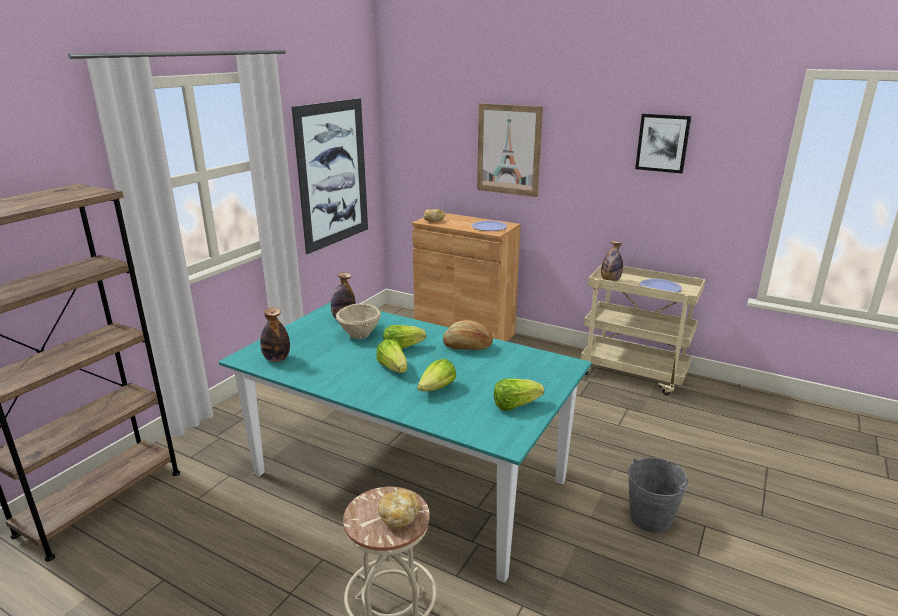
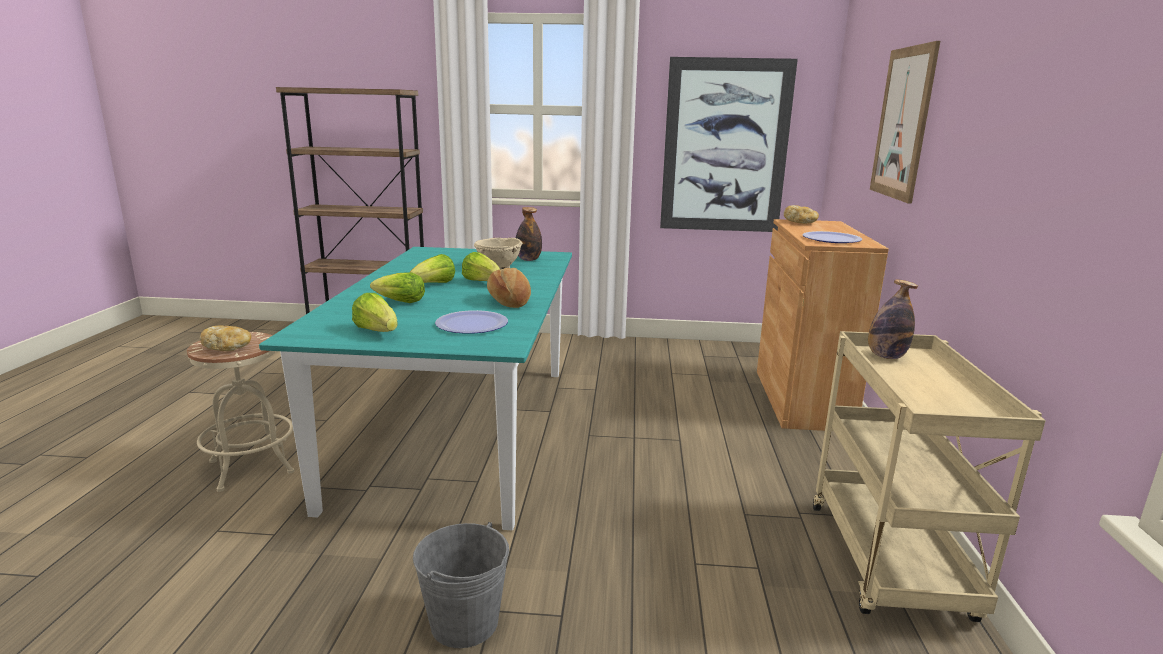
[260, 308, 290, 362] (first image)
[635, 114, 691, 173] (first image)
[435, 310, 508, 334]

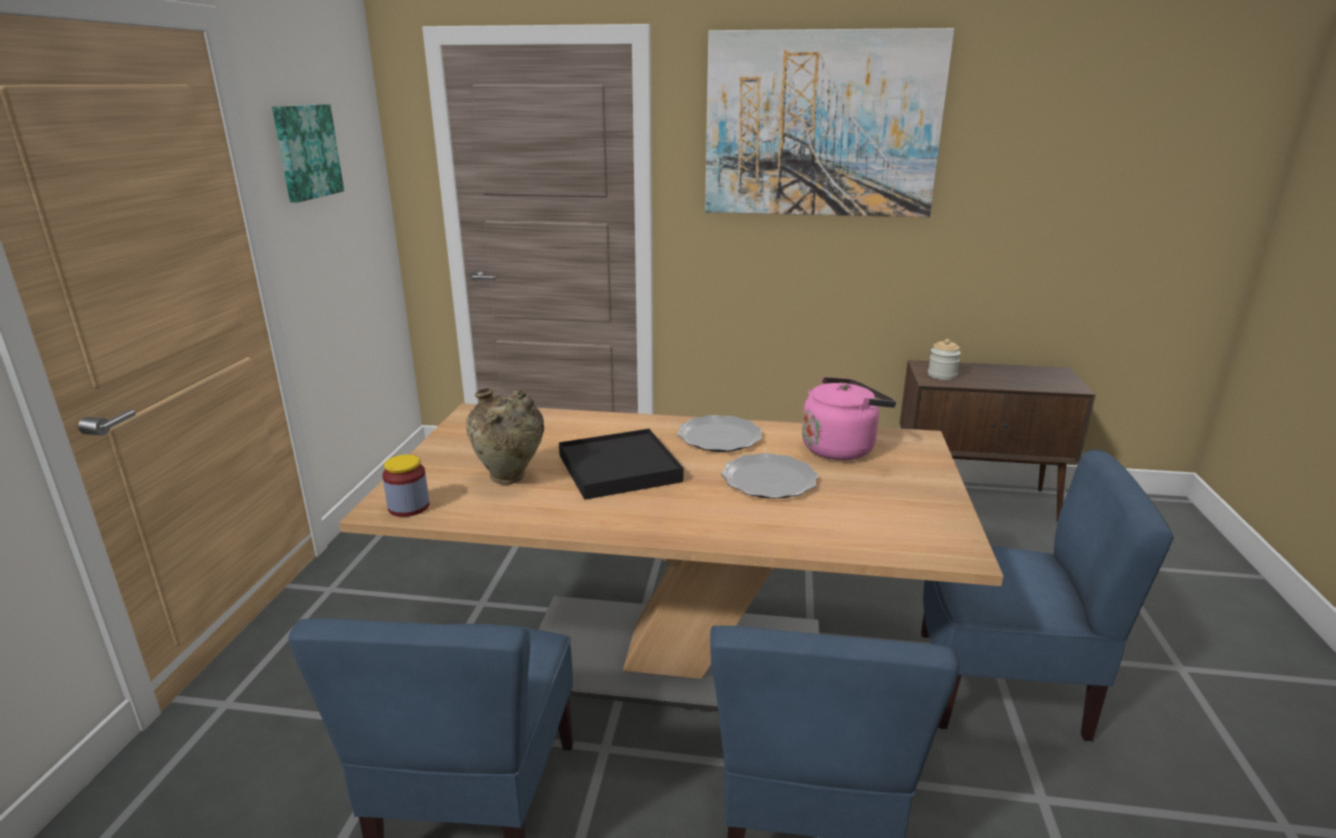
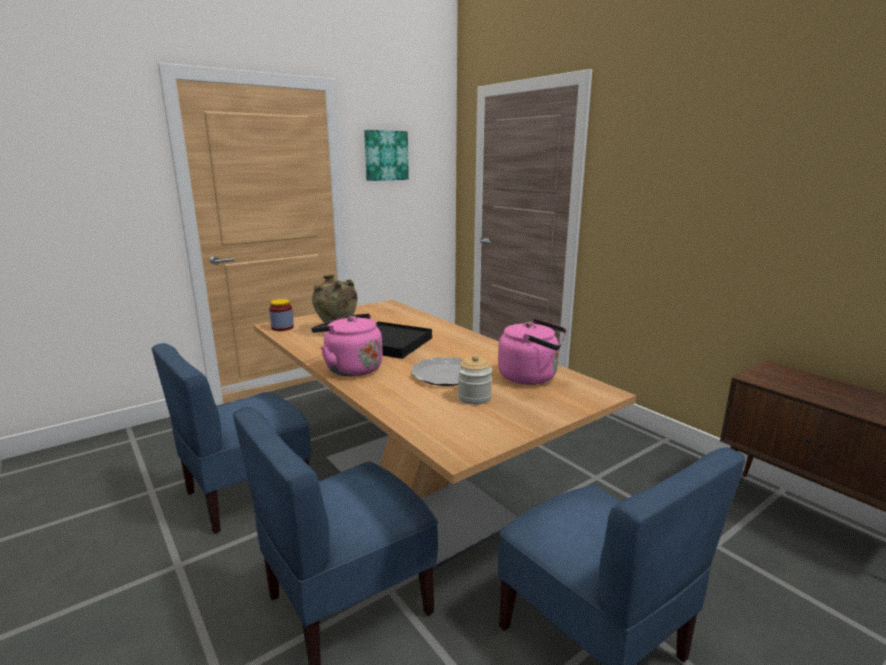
[677, 415, 762, 452] (first image)
[705, 28, 955, 217] (first image)
[311, 314, 383, 377]
[458, 355, 492, 405]

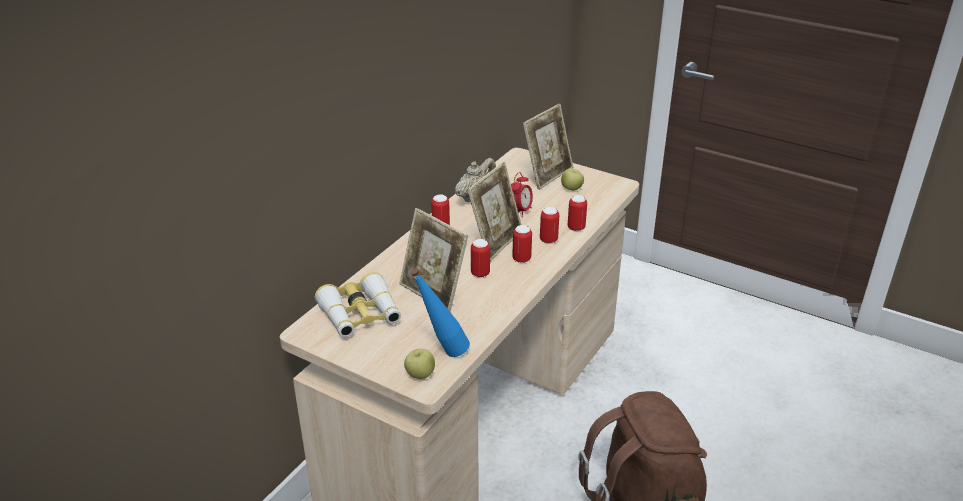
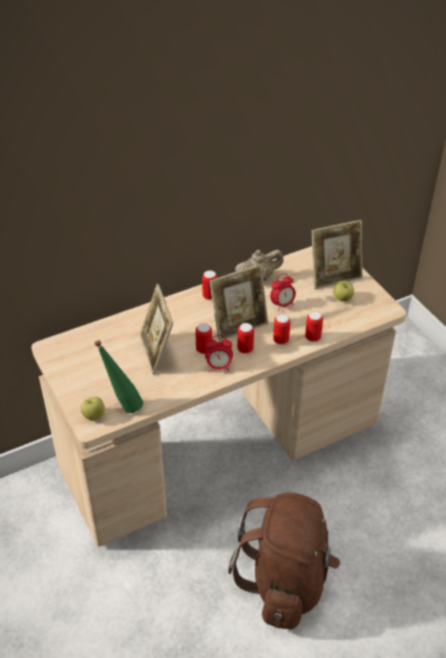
[315, 272, 401, 337] (first image)
[205, 335, 233, 372]
[94, 340, 143, 413]

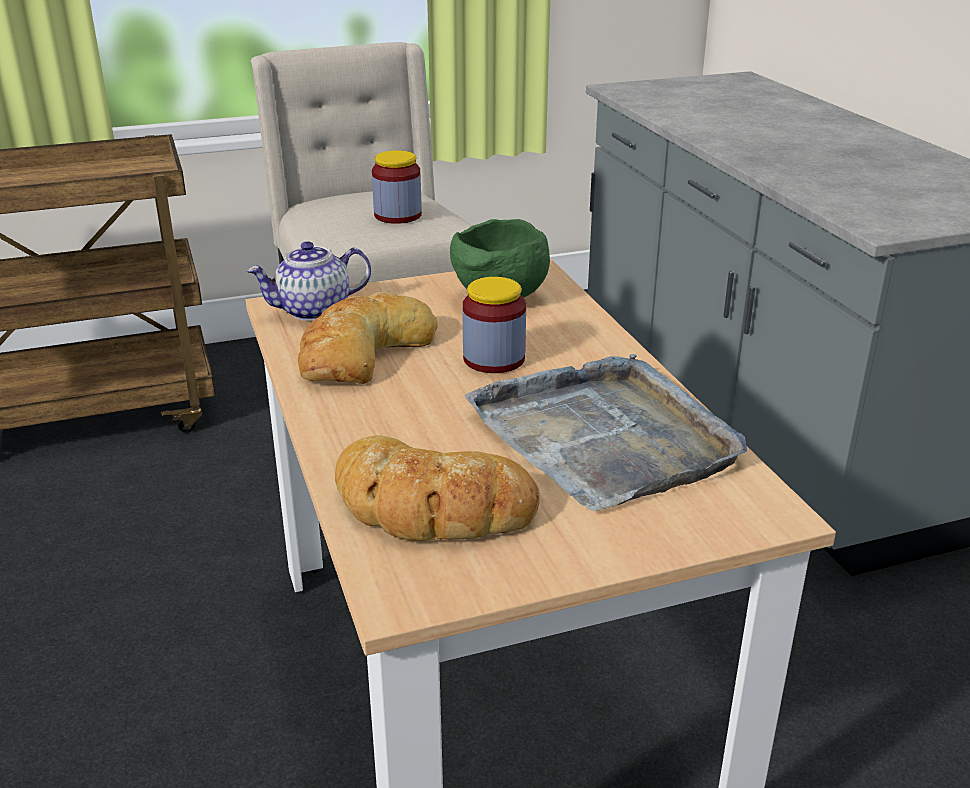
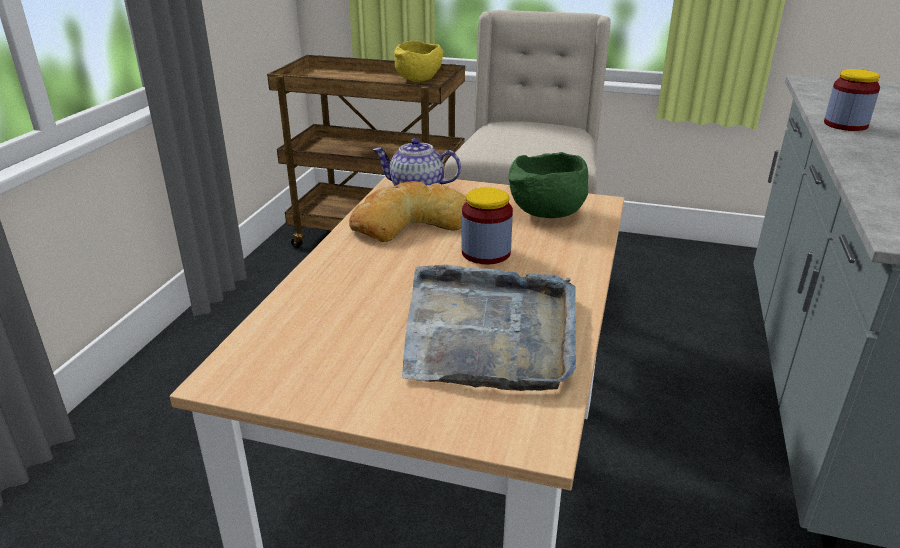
[335, 435, 540, 541] (first image)
[394, 41, 443, 82]
[824, 69, 880, 131]

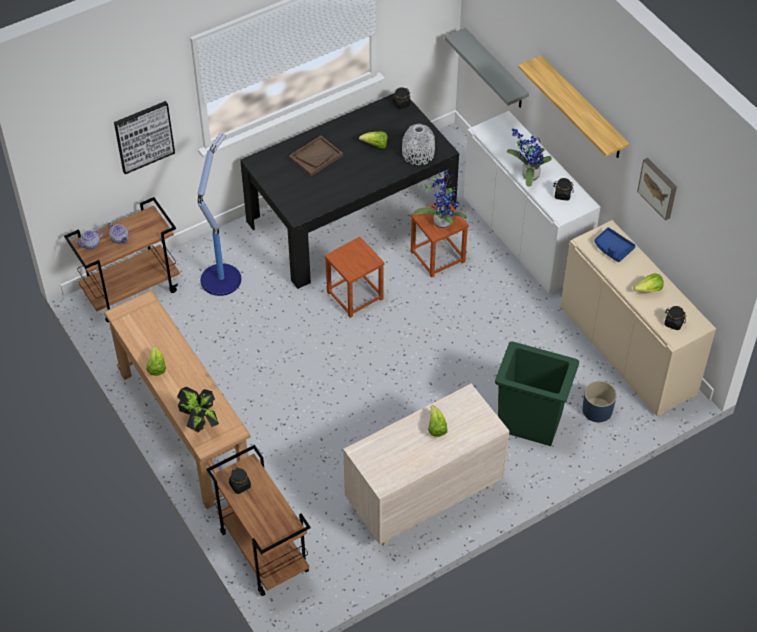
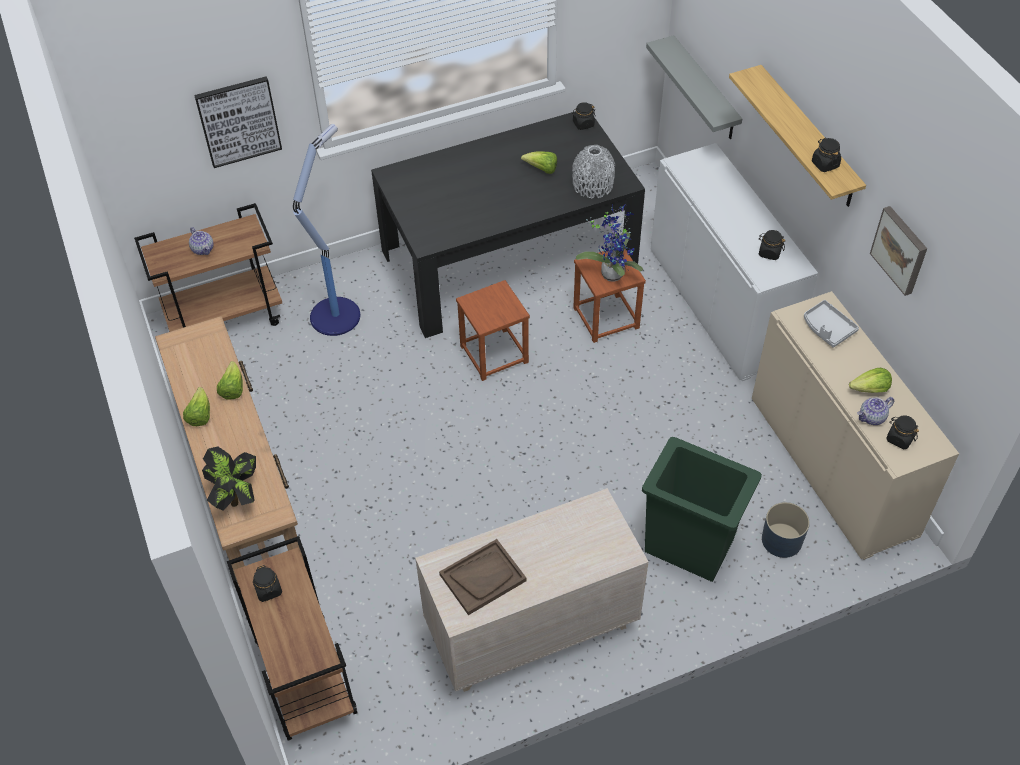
[506, 128, 552, 187] (first image)
[812, 138, 841, 172]
[857, 397, 894, 425]
[439, 539, 527, 615]
[217, 361, 243, 400]
[804, 300, 859, 348]

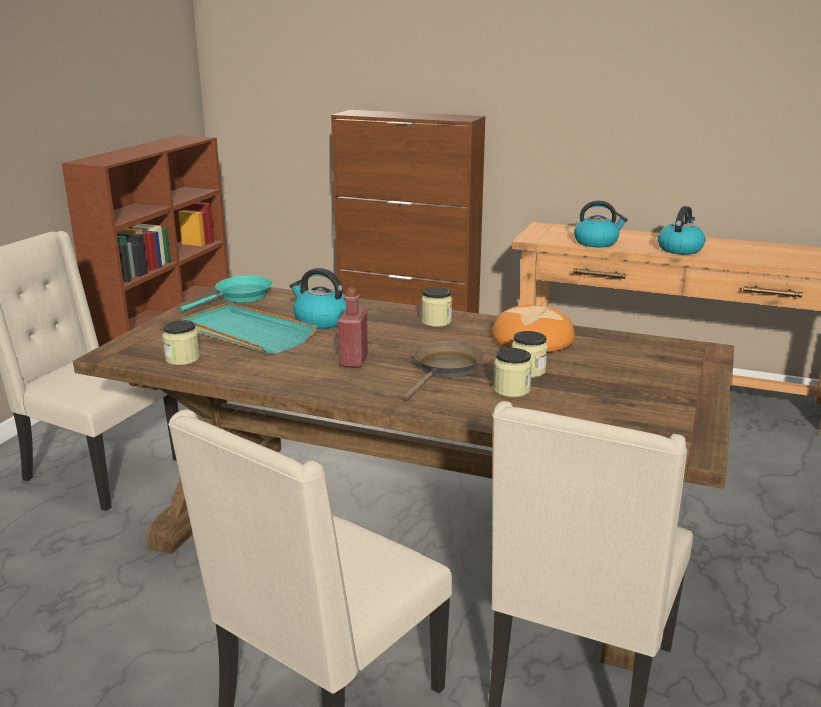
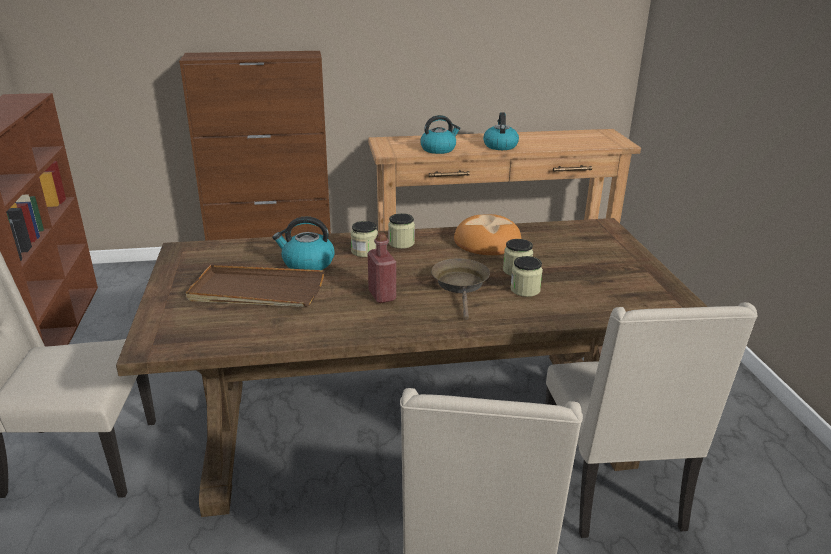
[180, 276, 273, 311] (first image)
[351, 221, 378, 257]
[186, 265, 324, 307]

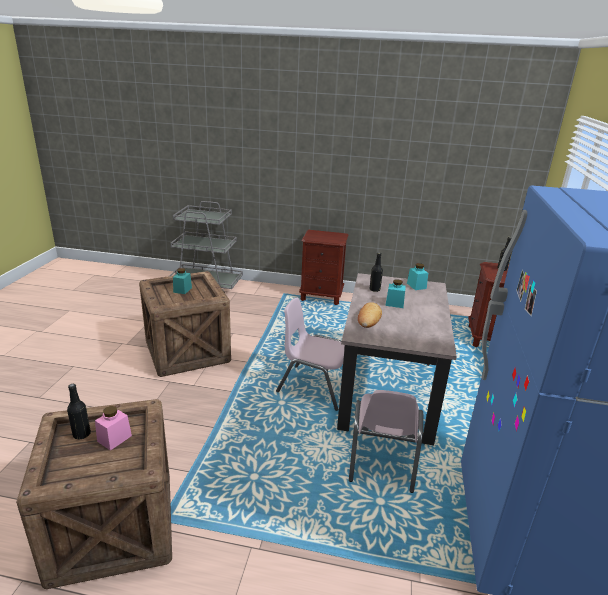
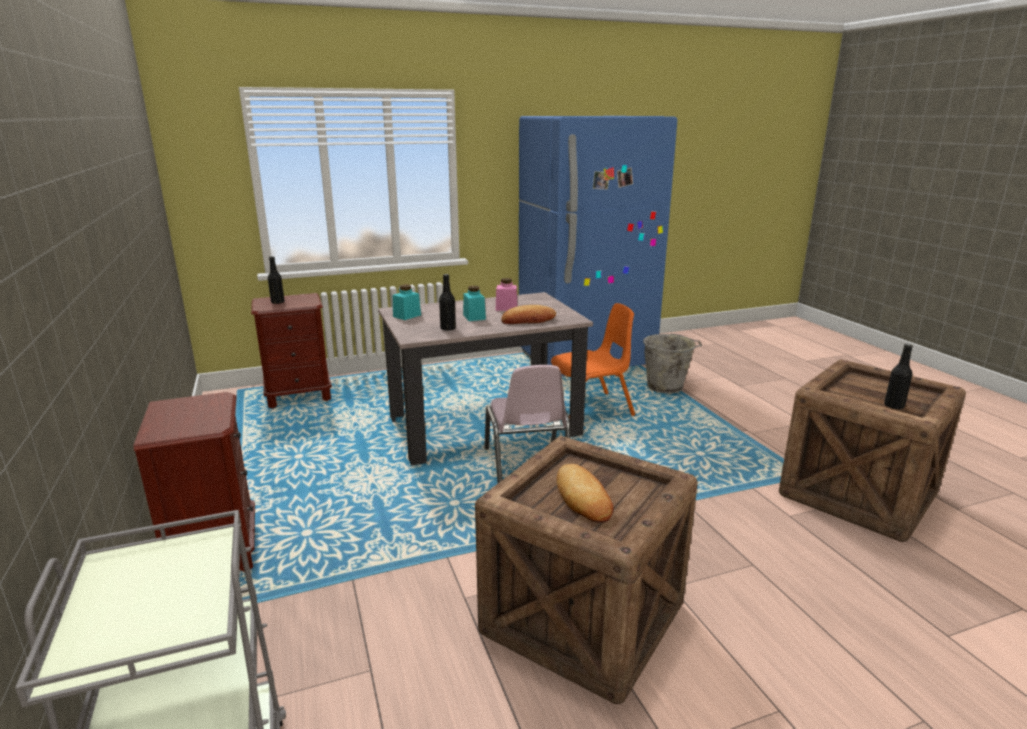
[643, 334, 702, 394]
[496, 278, 517, 311]
[557, 464, 614, 523]
[551, 303, 635, 419]

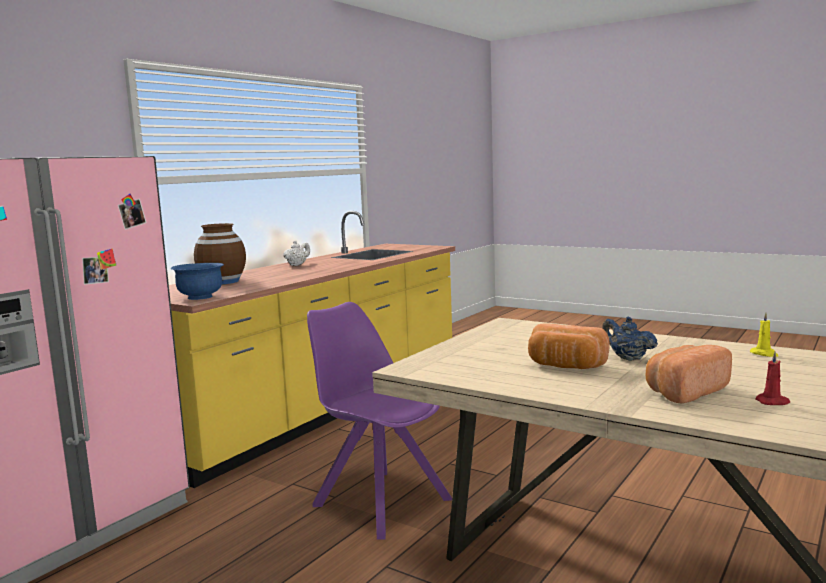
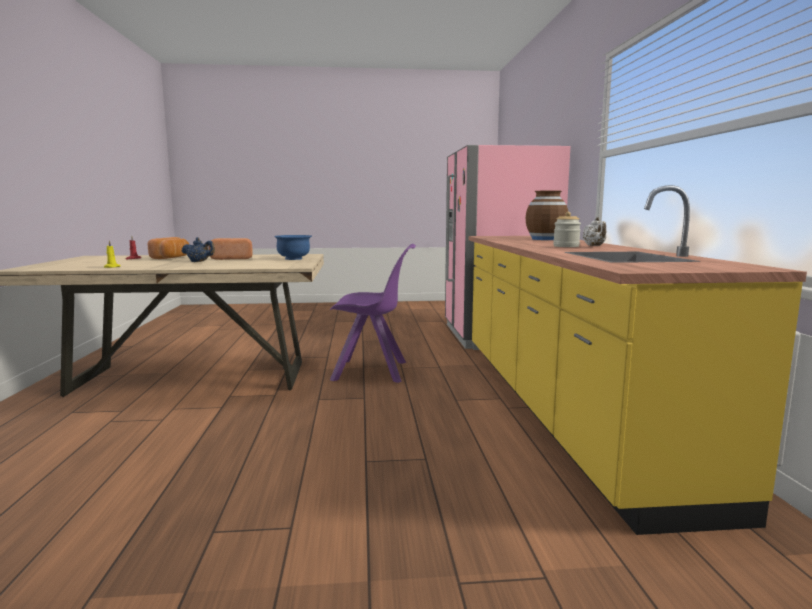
[553, 212, 581, 247]
[274, 235, 312, 260]

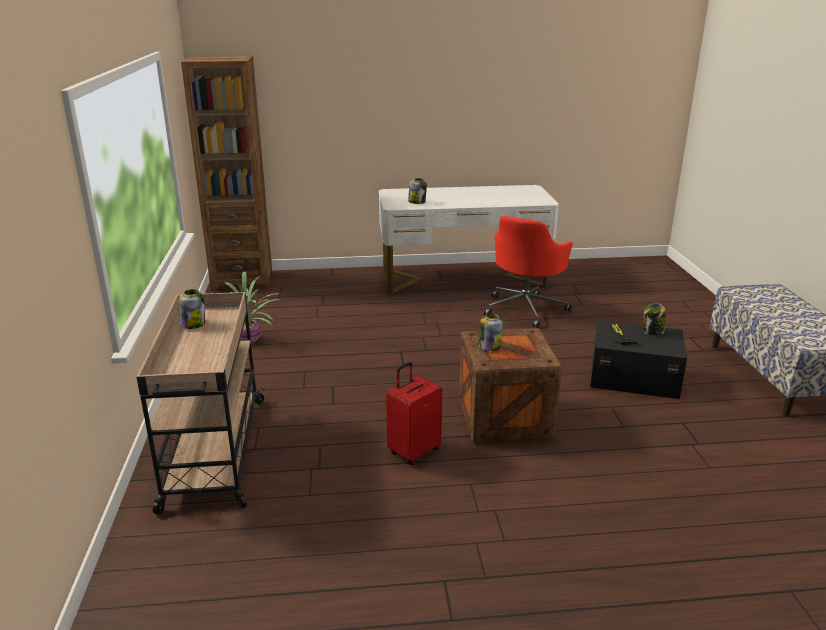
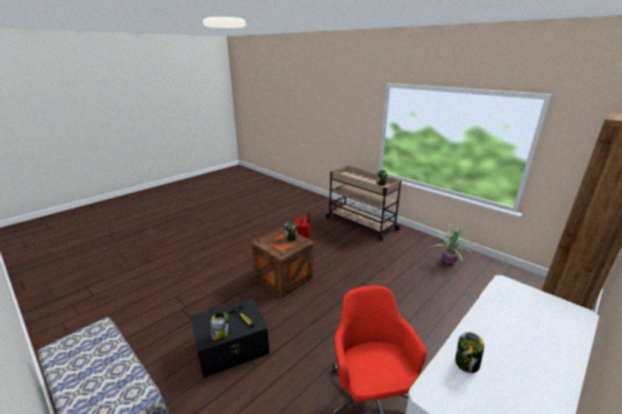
[455, 332, 484, 373]

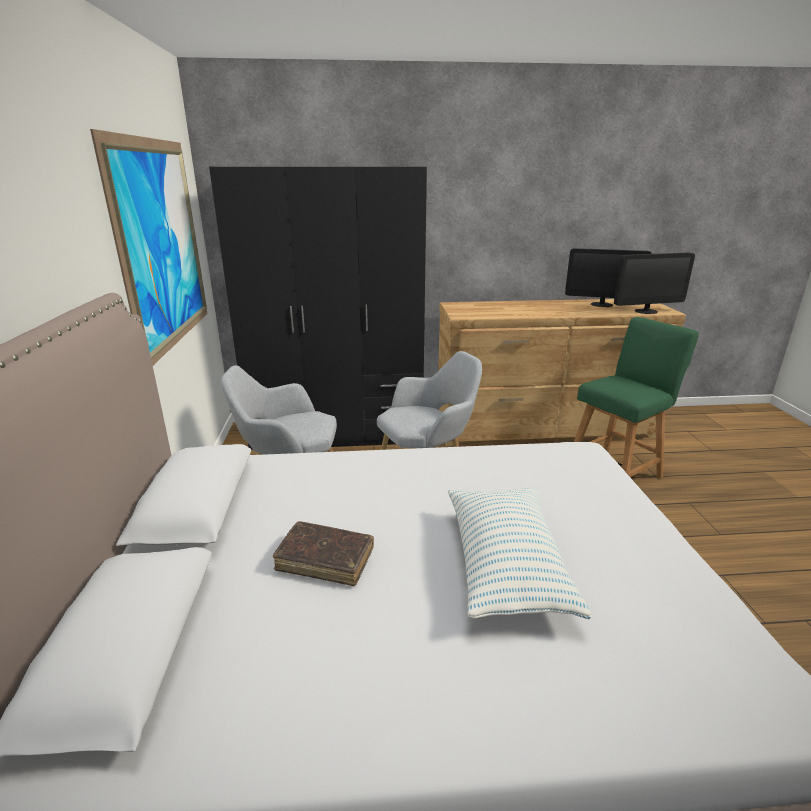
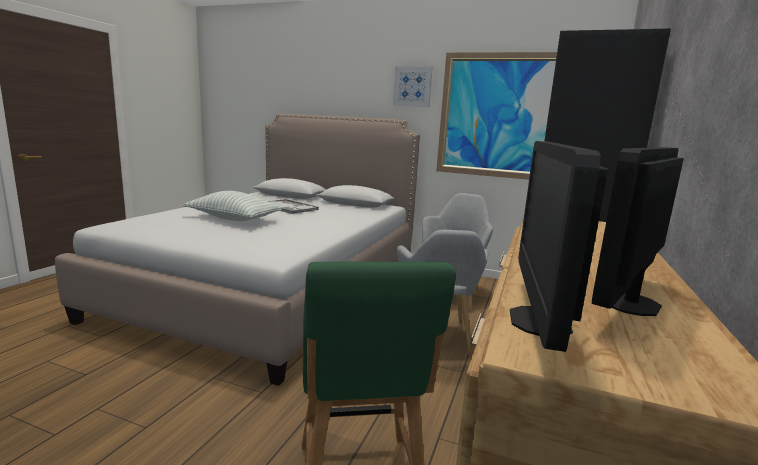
[393, 66, 433, 107]
[267, 199, 319, 214]

